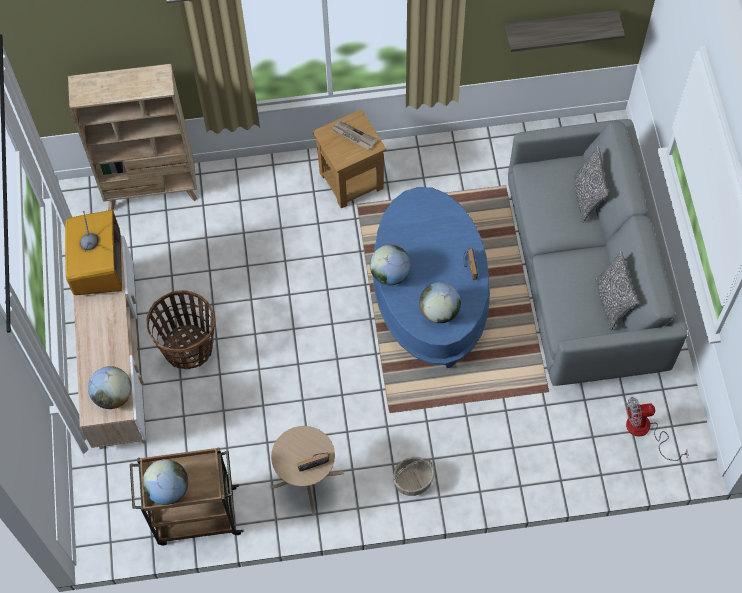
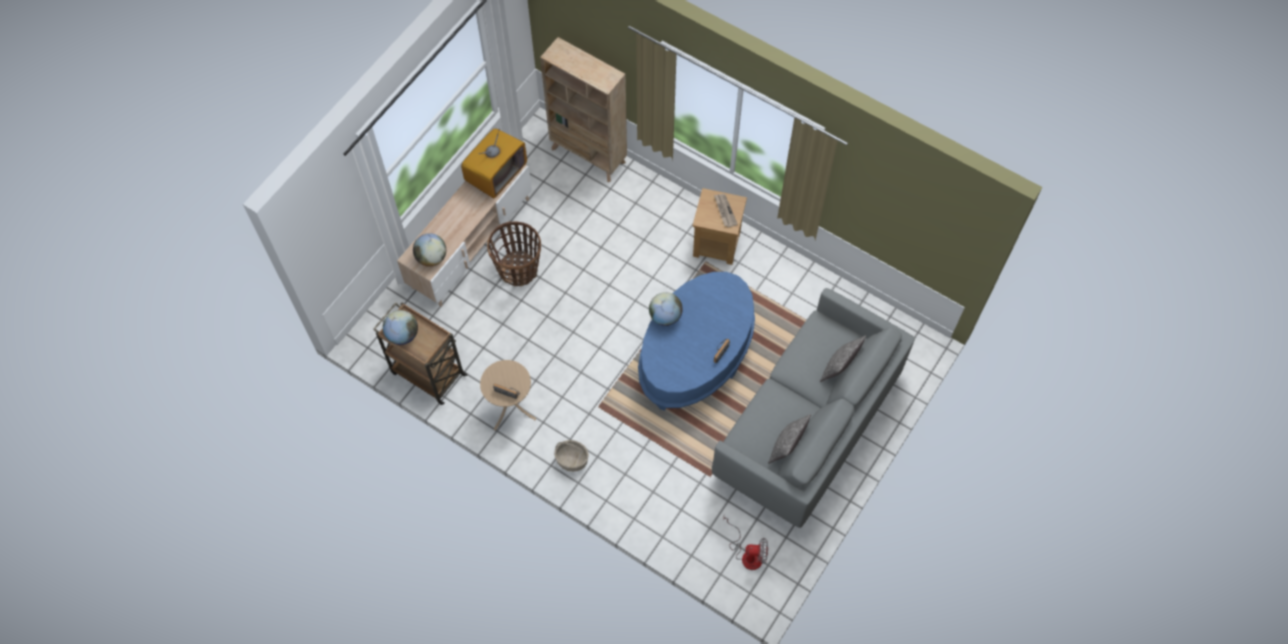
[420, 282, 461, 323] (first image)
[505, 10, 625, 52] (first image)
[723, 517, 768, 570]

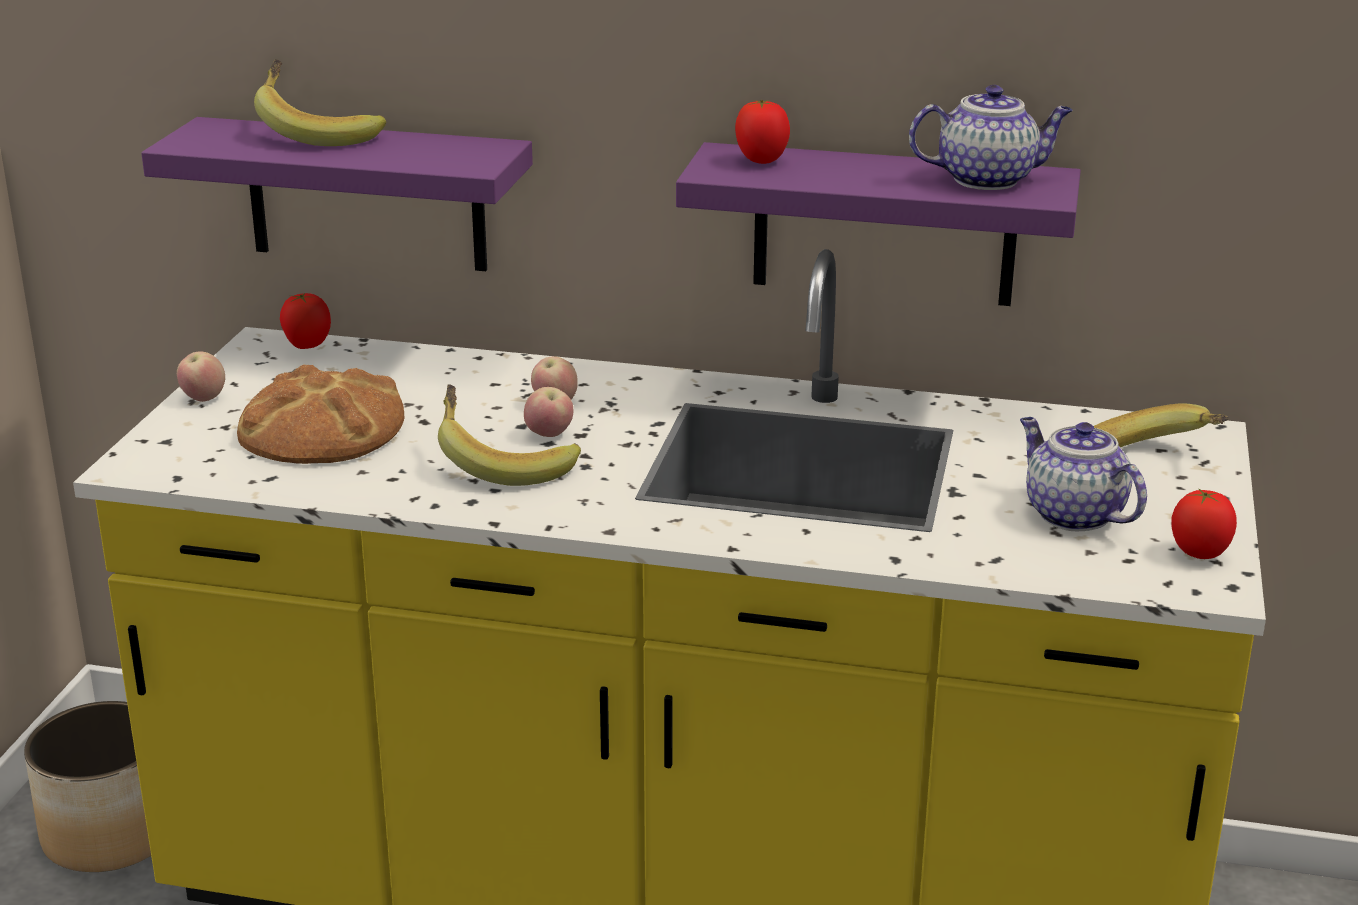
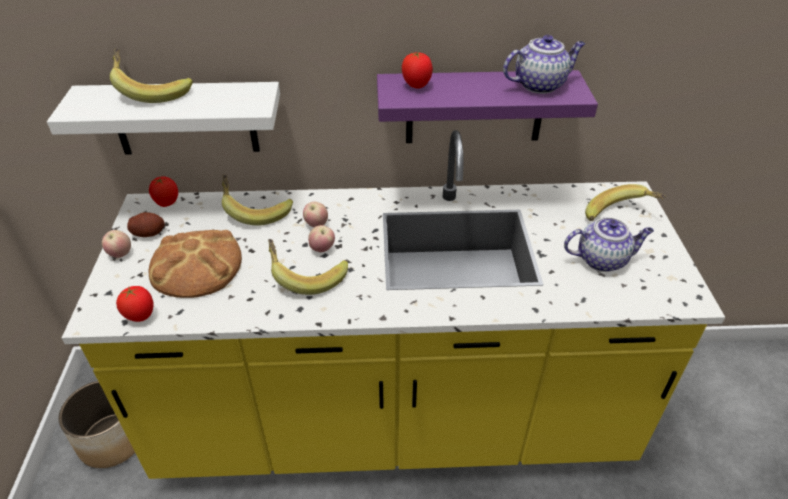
[127, 212, 165, 237]
[222, 175, 293, 226]
[116, 286, 153, 322]
[47, 82, 280, 155]
[564, 218, 654, 272]

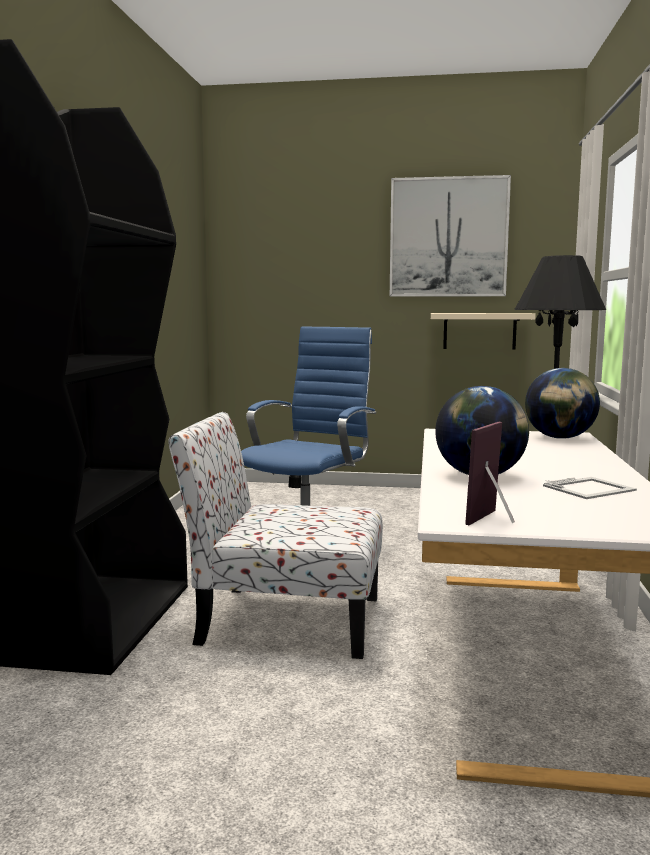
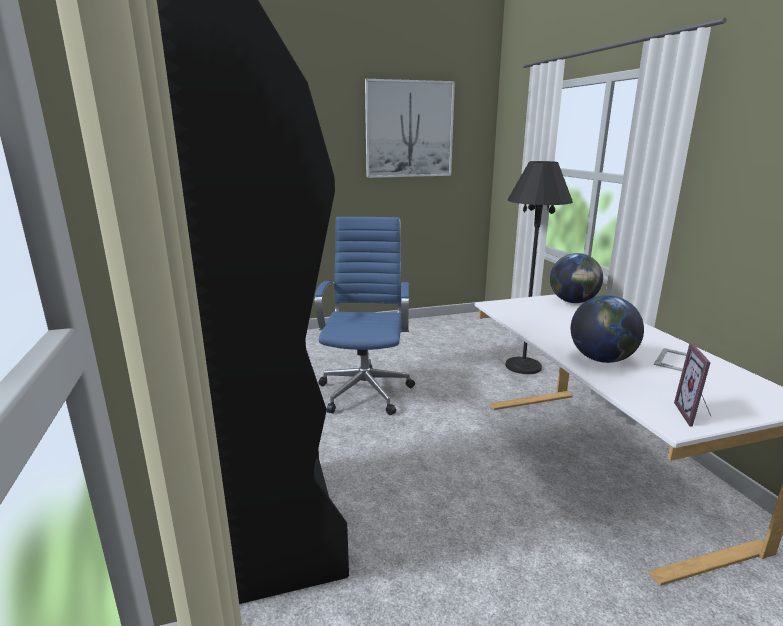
[168, 412, 383, 659] (first image)
[431, 313, 536, 350] (first image)

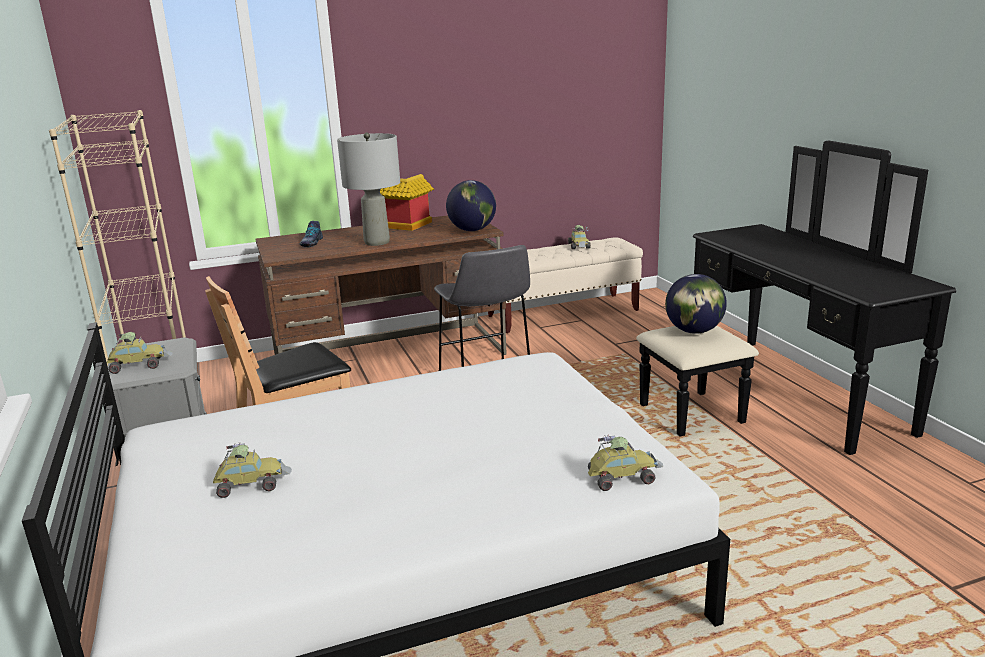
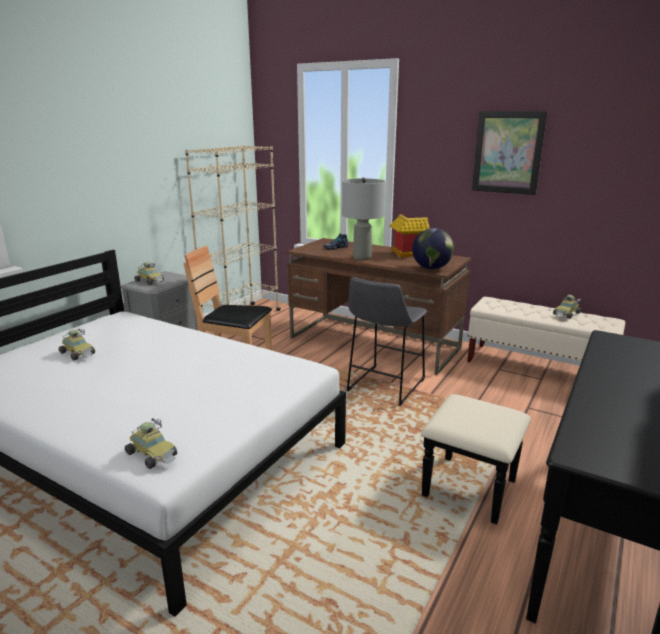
[665, 274, 727, 334] (first image)
[472, 111, 547, 195]

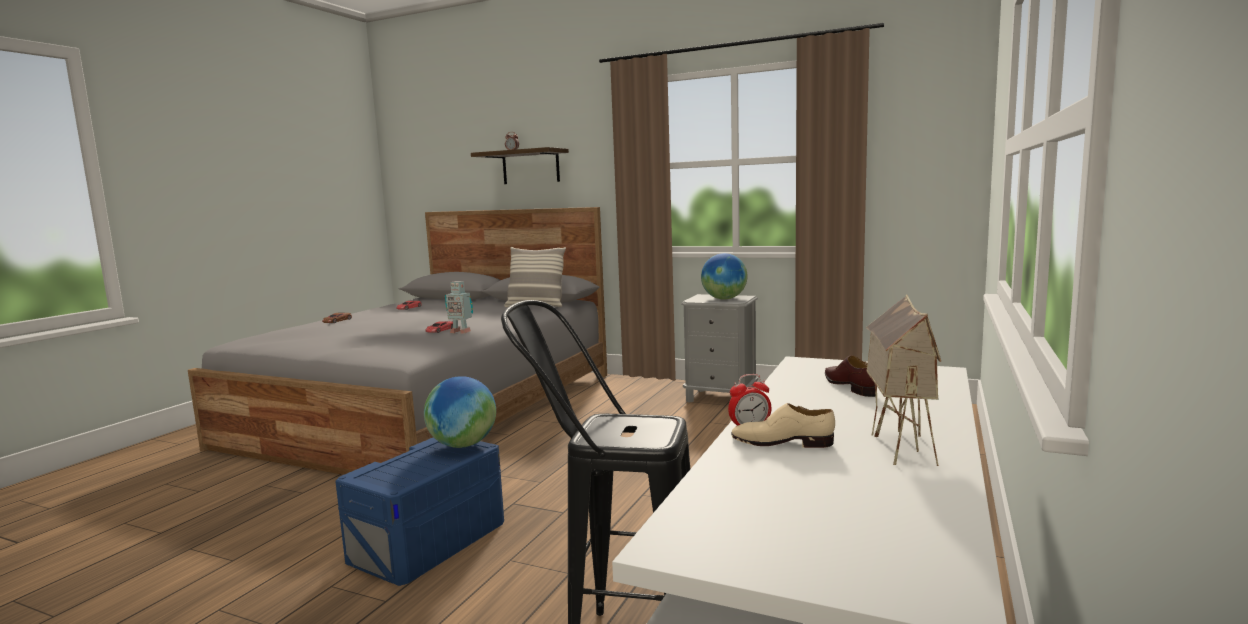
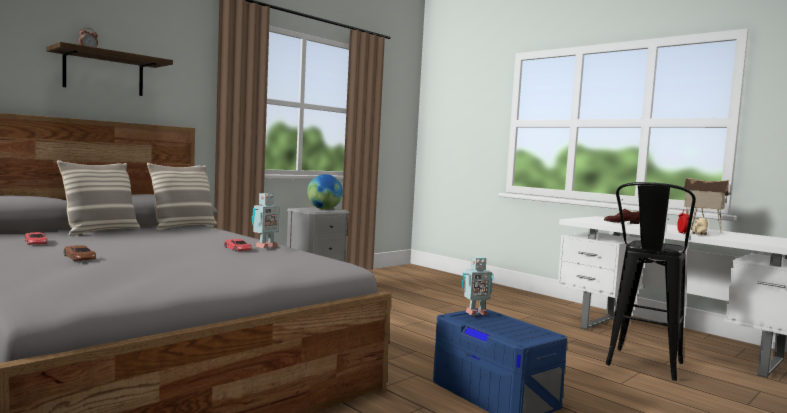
[57, 160, 140, 236]
[461, 257, 493, 316]

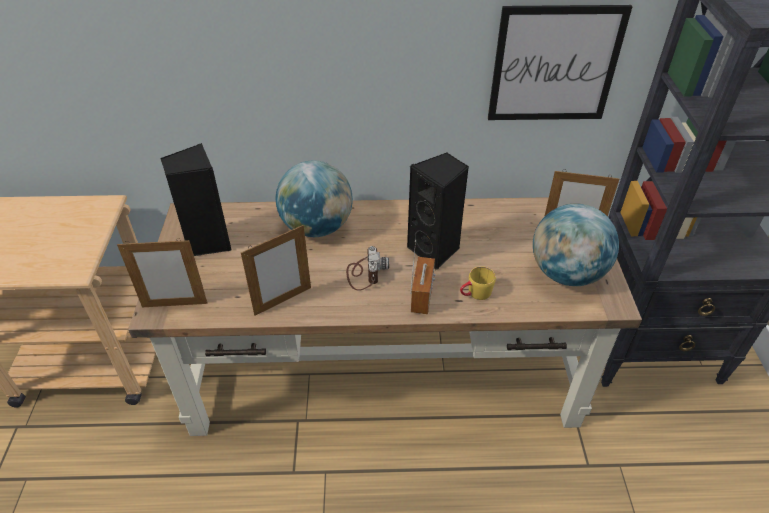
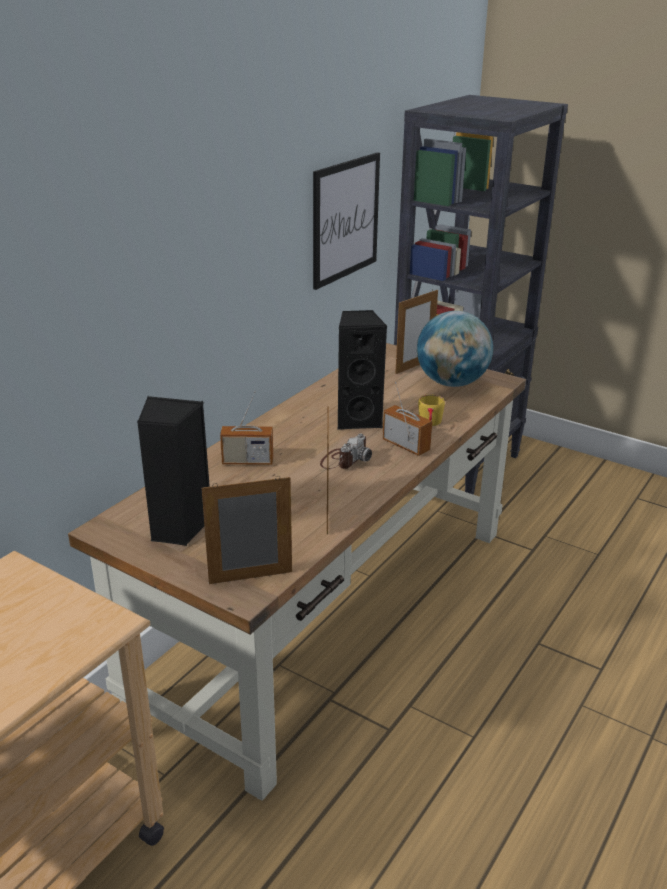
[220, 390, 273, 465]
[202, 476, 292, 584]
[320, 433, 372, 469]

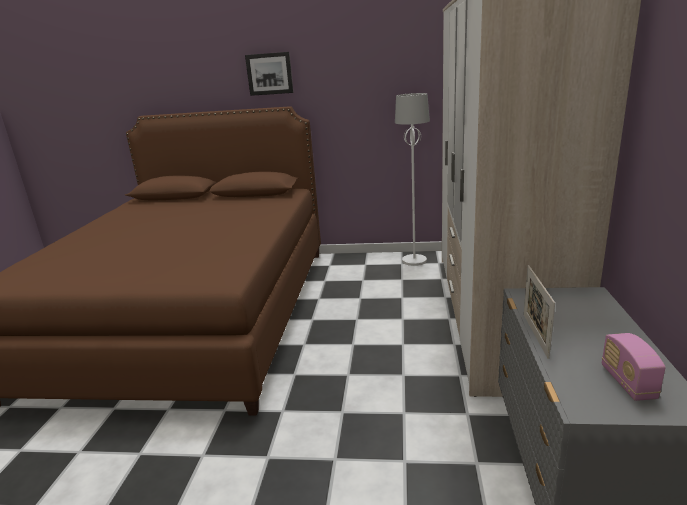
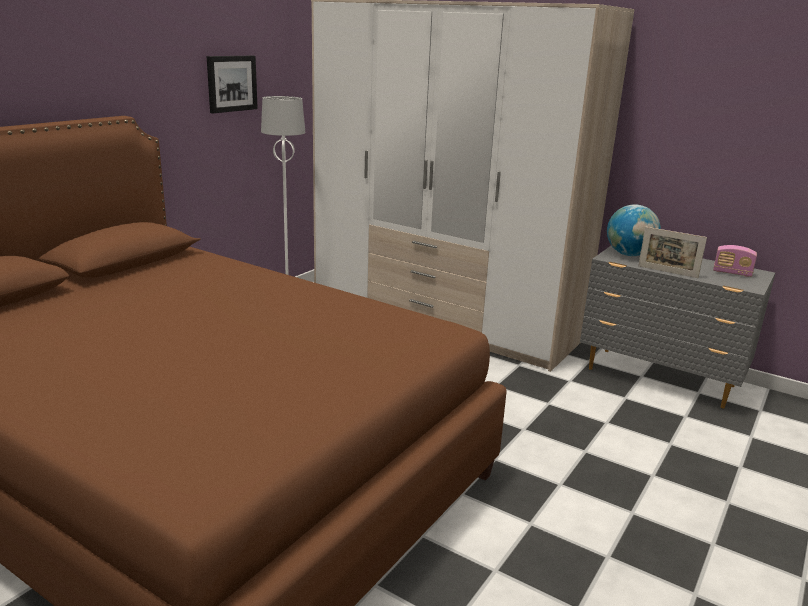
[607, 204, 661, 256]
[207, 56, 258, 113]

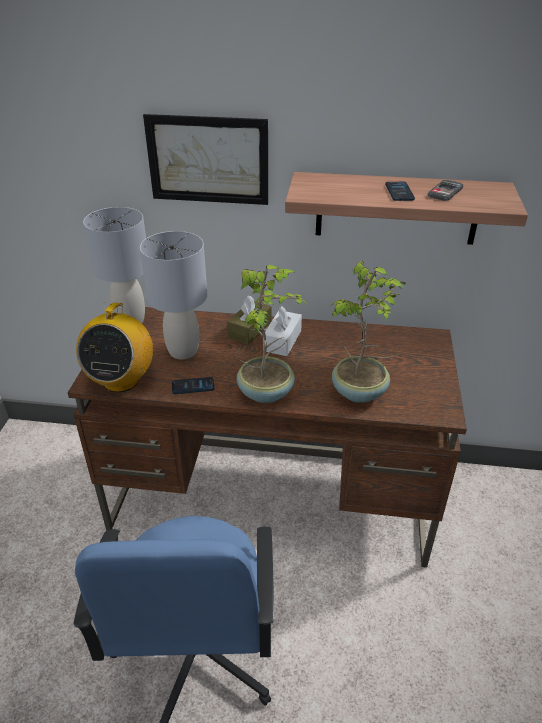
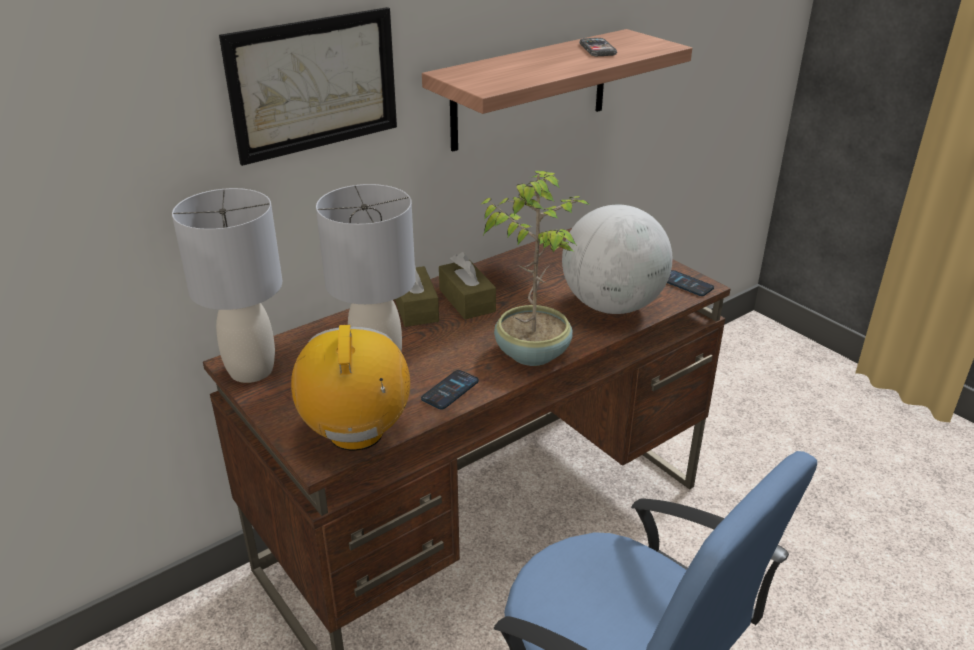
[667, 270, 714, 296]
[562, 205, 672, 314]
[439, 252, 496, 319]
[291, 325, 410, 451]

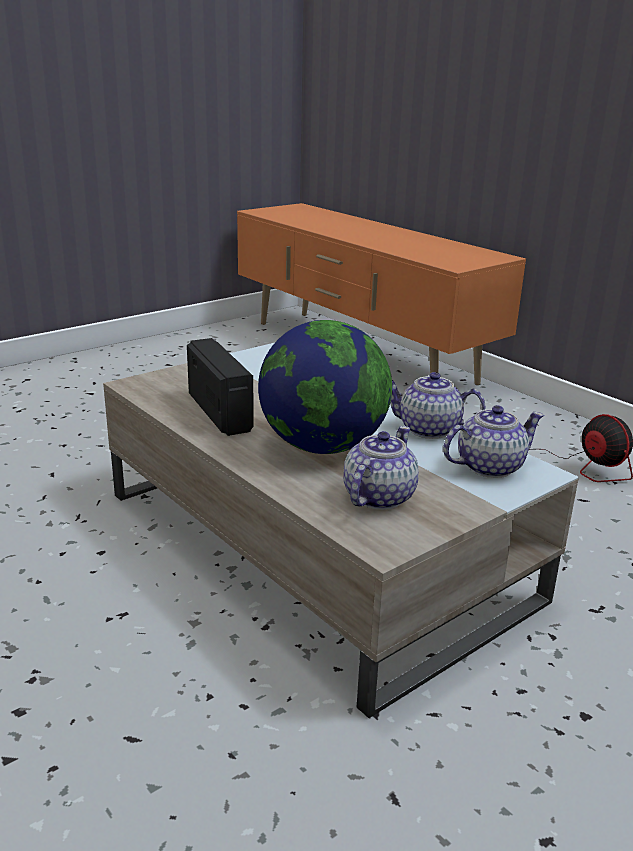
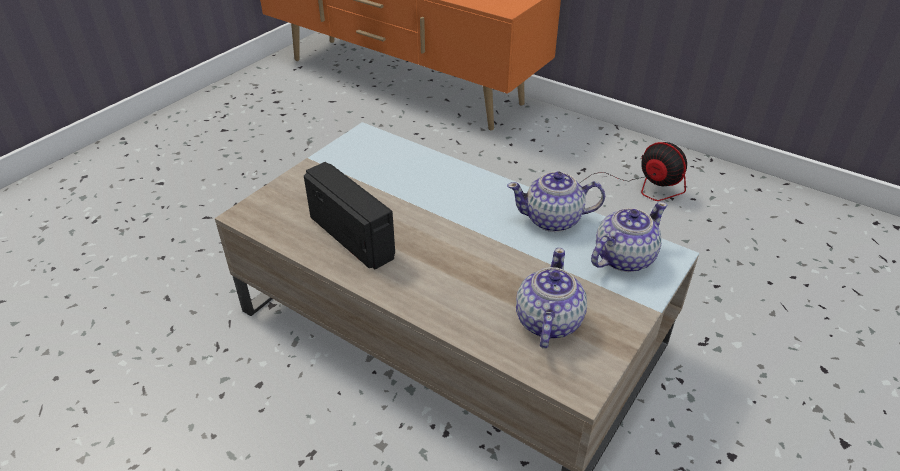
[258, 320, 392, 454] (first image)

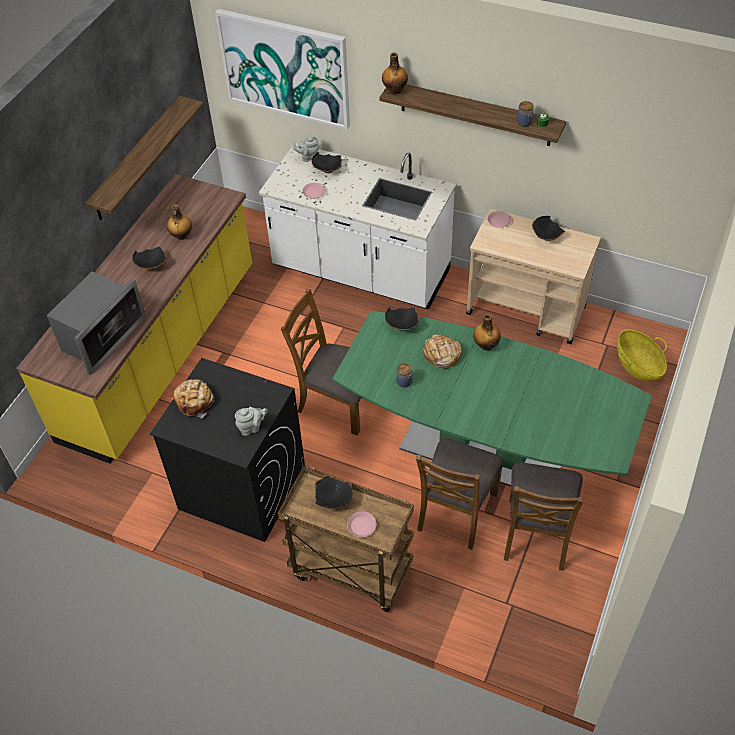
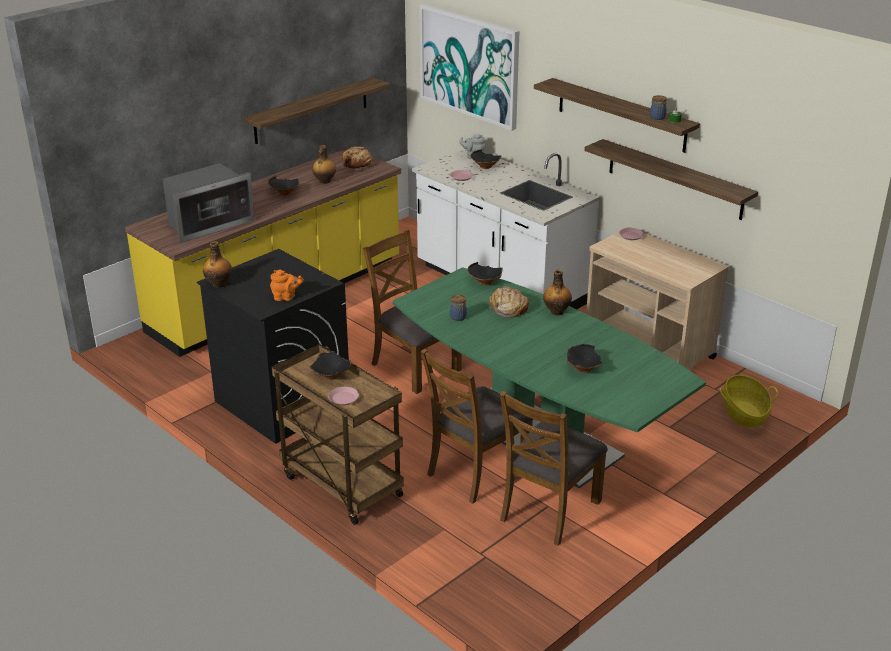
[584, 139, 758, 220]
[342, 146, 372, 170]
[203, 241, 232, 288]
[567, 344, 603, 373]
[270, 270, 304, 301]

